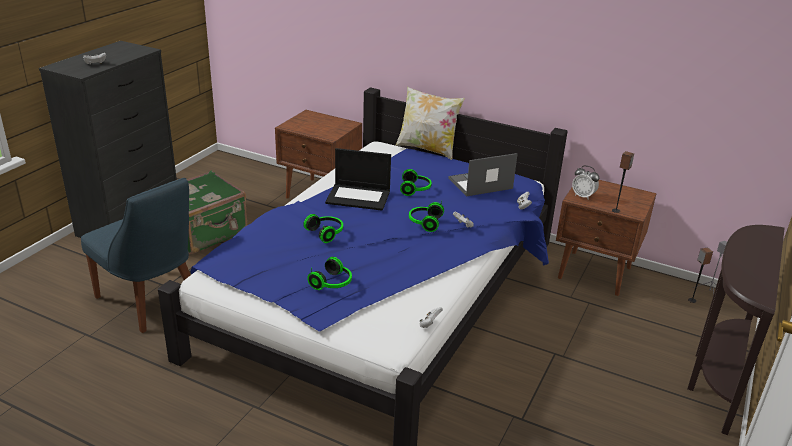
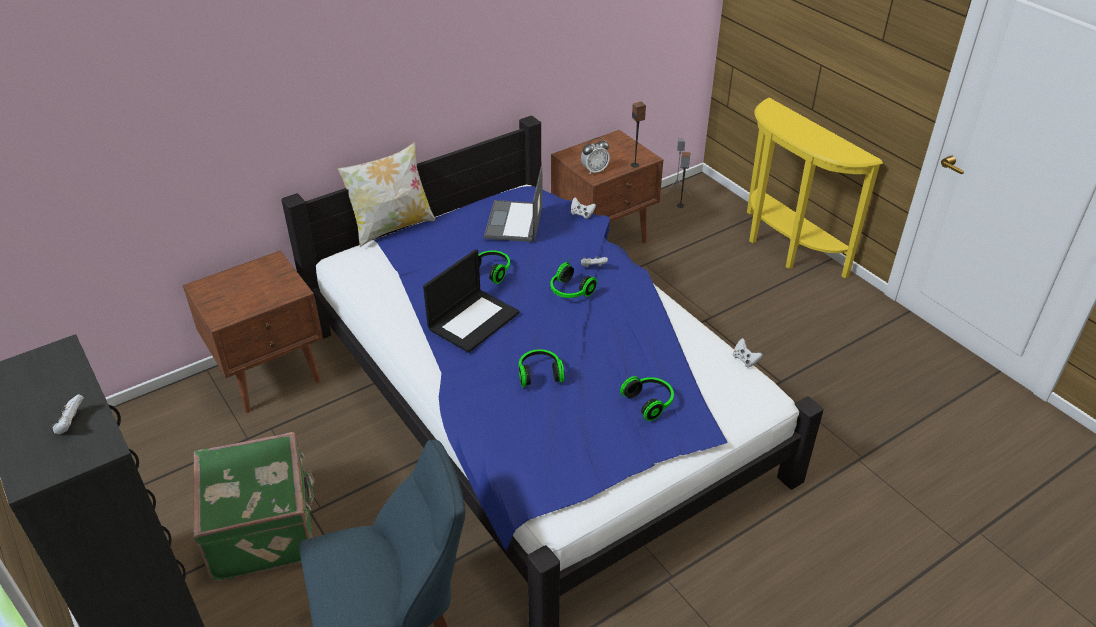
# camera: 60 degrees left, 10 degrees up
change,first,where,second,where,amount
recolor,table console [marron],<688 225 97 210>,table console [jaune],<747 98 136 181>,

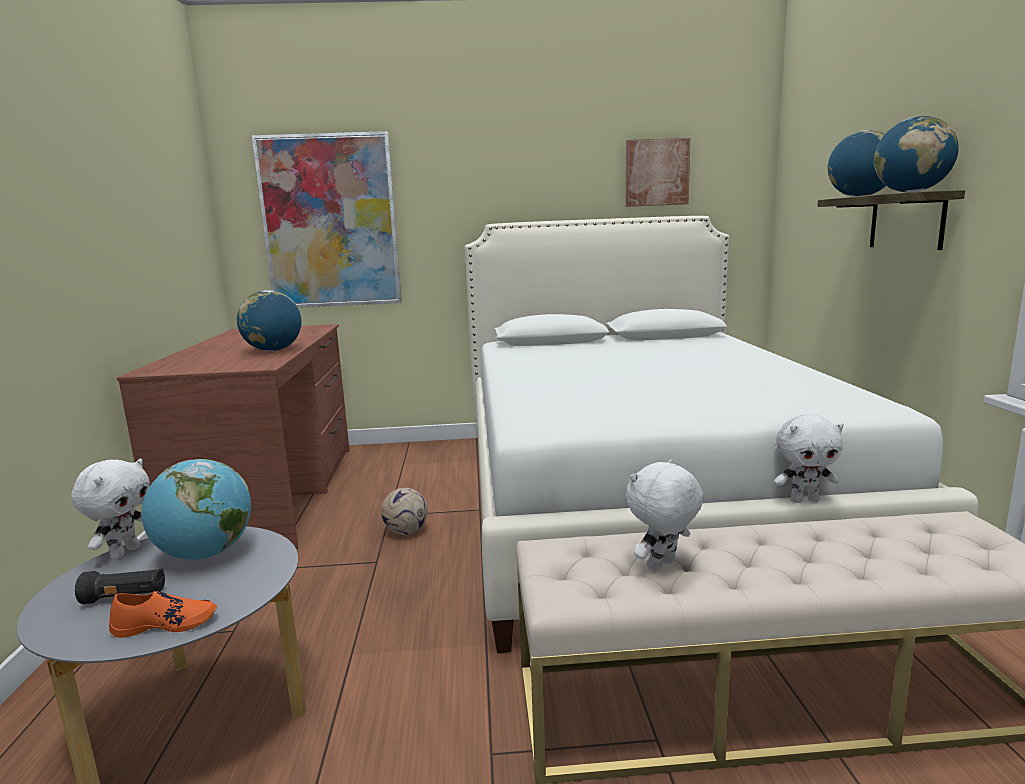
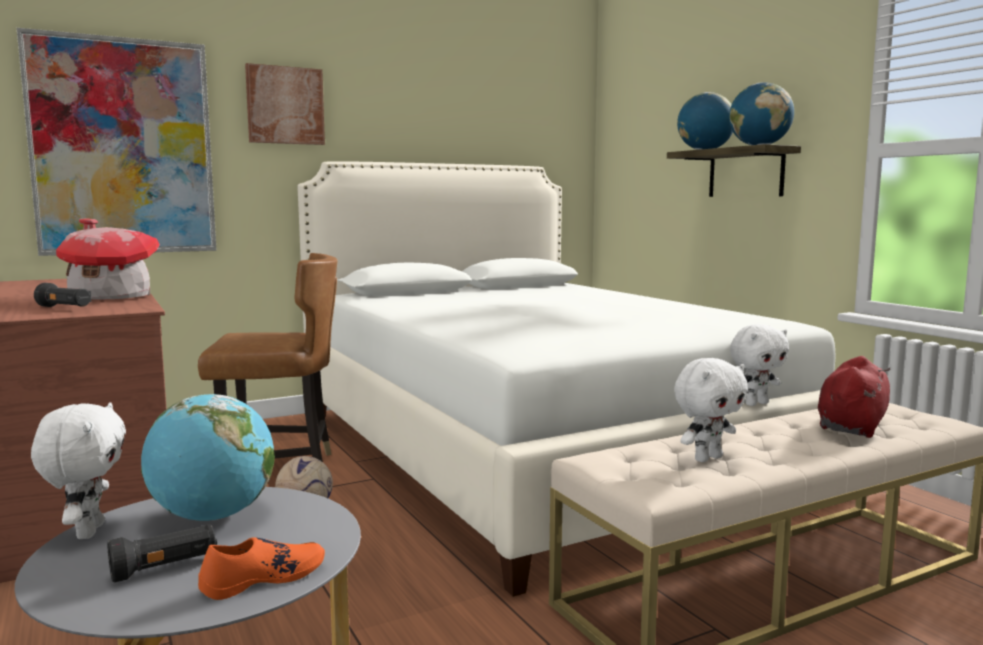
# camera: 25 degrees left, 5 degrees down
change,first,where,second,where,amount
replace,globe,<237 290 65 61>,maison miniature,<56 218 104 81>,
move,tableau,<626 138 64 69>,,<245 63 80 82>,
rotate,peluche [blanc],<626 459 78 113>,,<674 358 74 104>,150 degrees counterclockwise
insert,,,lampe de poche [noir],<34 283 57 24>,
insert,,,chaise [marron],<198 253 140 209>,
insert,,,peluche [rouge],<818 356 73 82>,

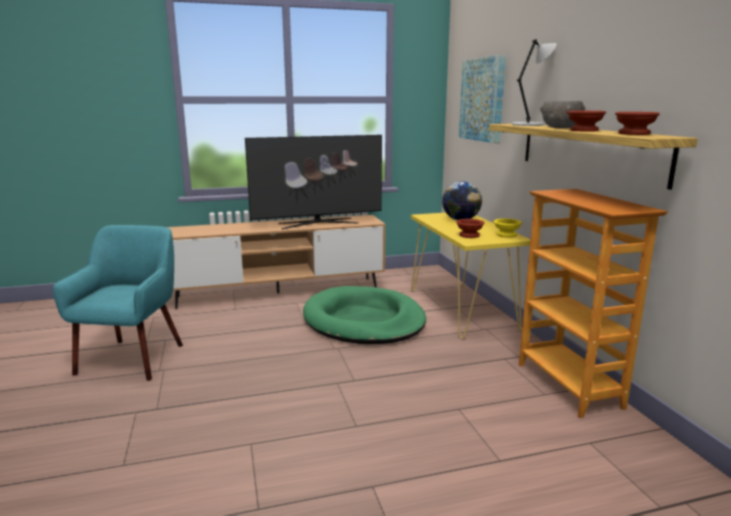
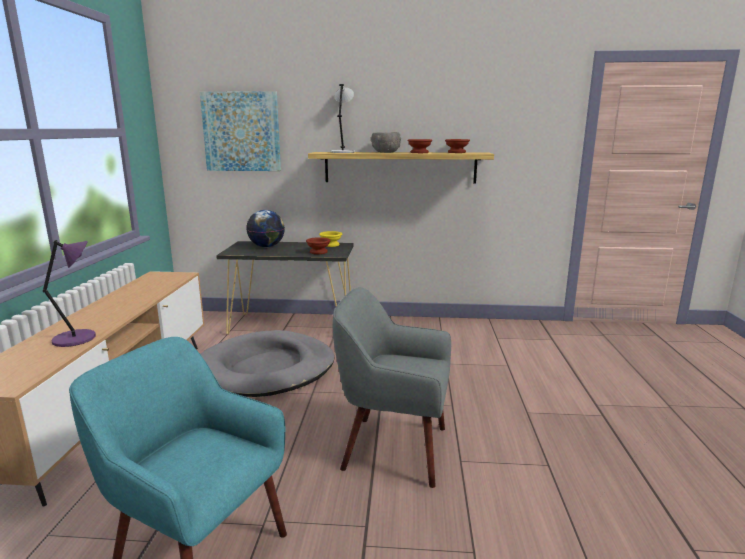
# camera: 70 degrees left, 0 degrees up
change,first,where,second,where,amount
delete,téléviseur,<245 135 137 94>,,,
recolor,panier pour chien [vert],<303 286 123 58>,panier pour chien [gris],<200 330 134 67>,
recolor,table console [jaune],<411 213 120 126>,table console [noir],<216 241 137 94>,
delete,bibliothèque,<519 189 149 229>,,,
insert,,,lampe de table [violet],<43 240 53 107>,
insert,,,fauteuil [gris],<333 287 118 201>,

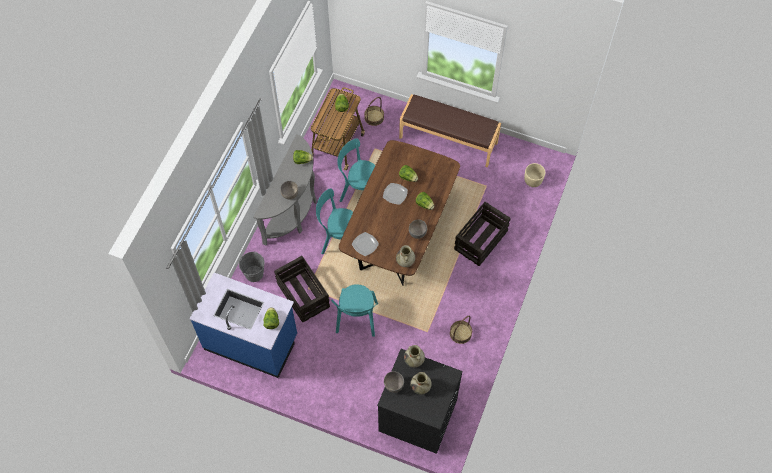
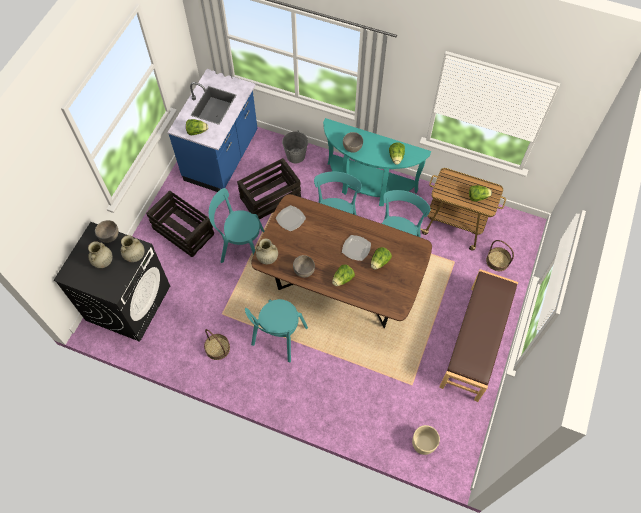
# camera: 90 degrees right, 0 degrees up
change,first,where,second,where,amount
recolor,table console [gris],<253 134 64 112>,table console [turquoise],<323 118 108 88>,
move,caisse,<454 202 57 64>,,<146 191 68 66>,
insert,,,chaise [turquoise],<245 299 63 64>,

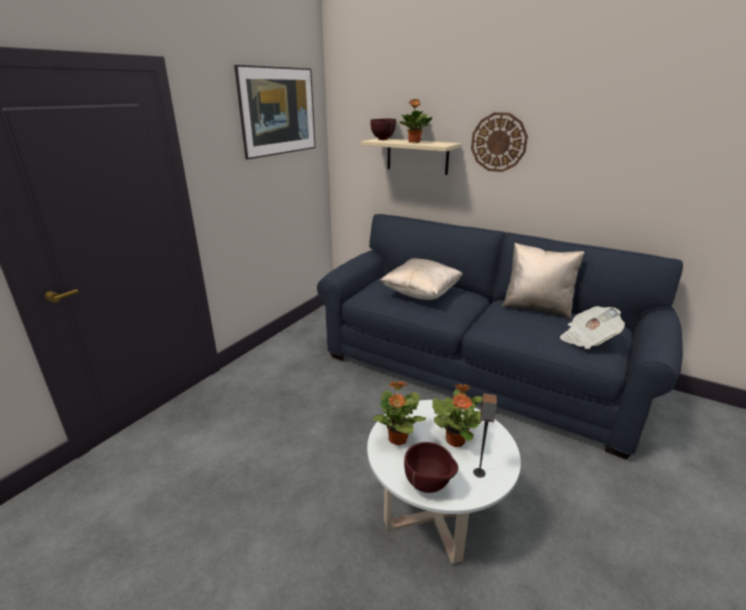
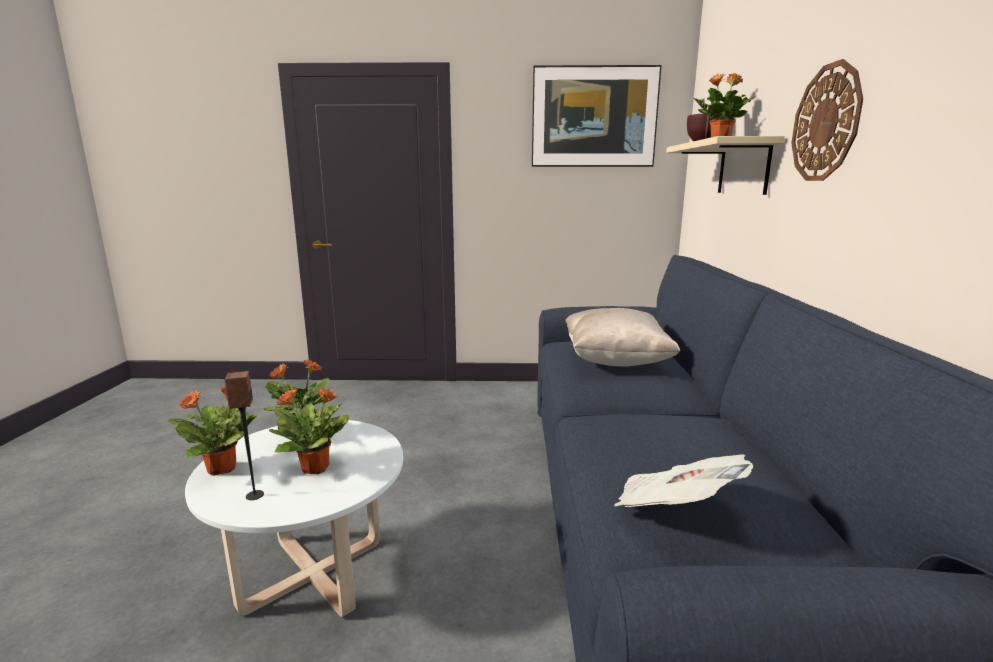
# camera: 60 degrees right, 10 degrees down
change,first,where,second,where,amount
replace,bol [marron],<404 442 54 51>,plante en pot,<167 385 91 91>,
delete,coussin [beige],<502 243 83 76>,,,

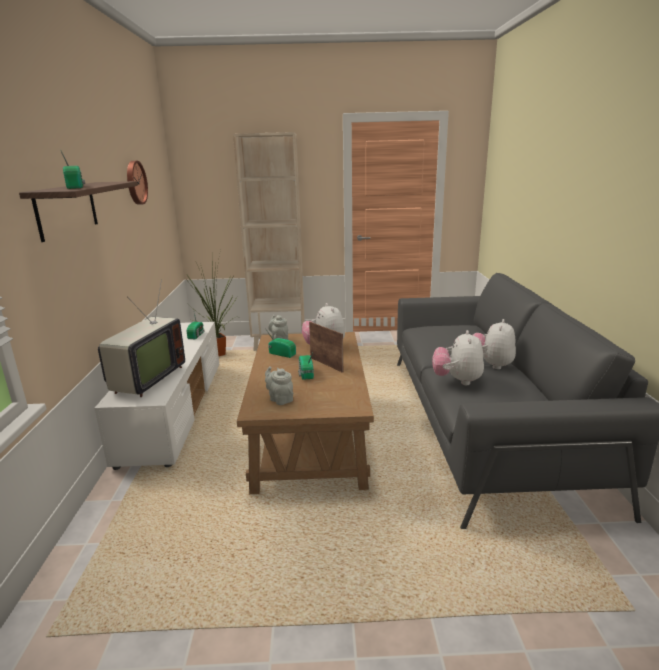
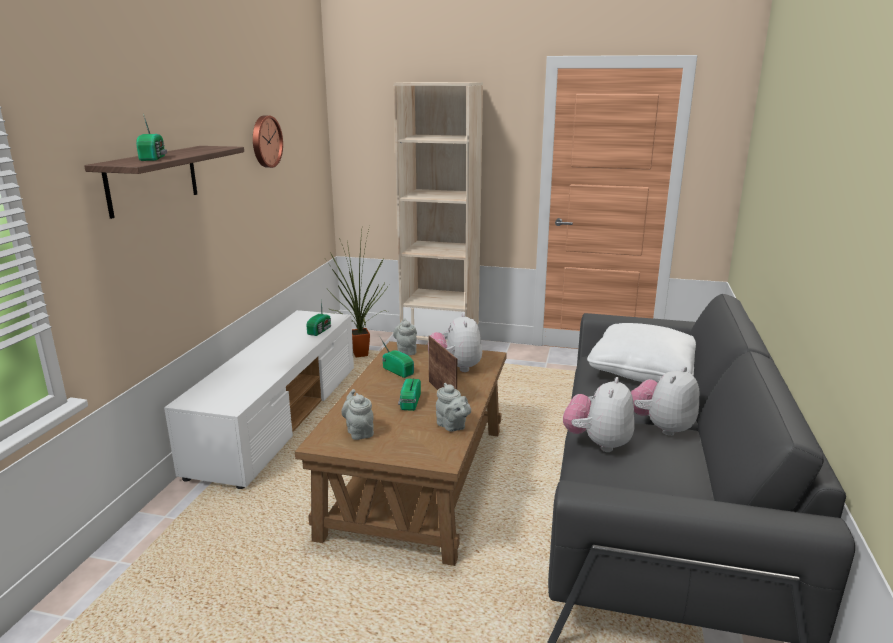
# camera: 15 degrees right, 0 degrees up
change,first,where,second,where,amount
delete,téléviseur,<98 279 87 118>,,,
insert,,,théière [gris],<436 383 35 49>,
insert,,,coussin [blanc],<587 323 109 60>,

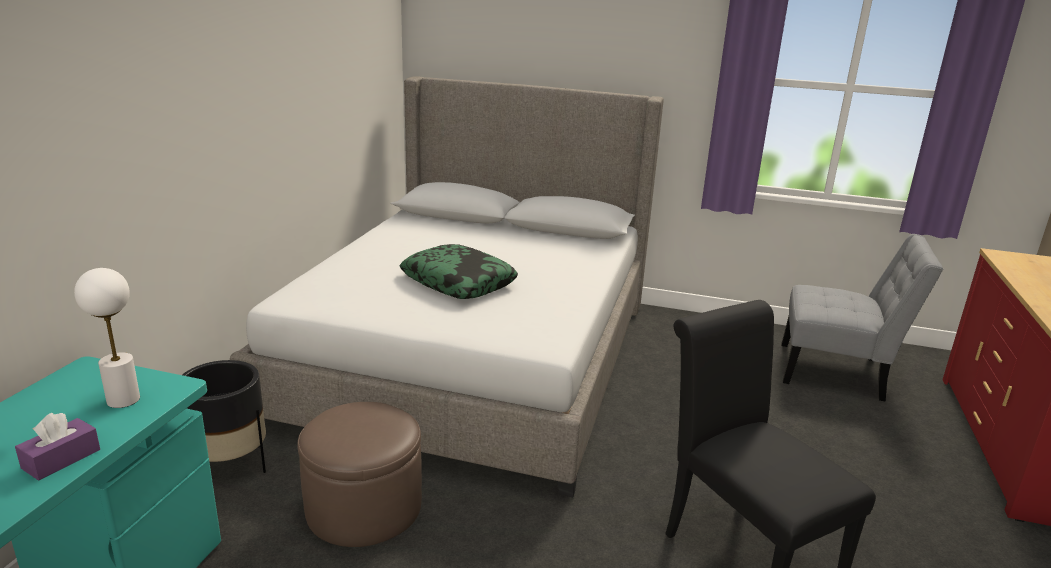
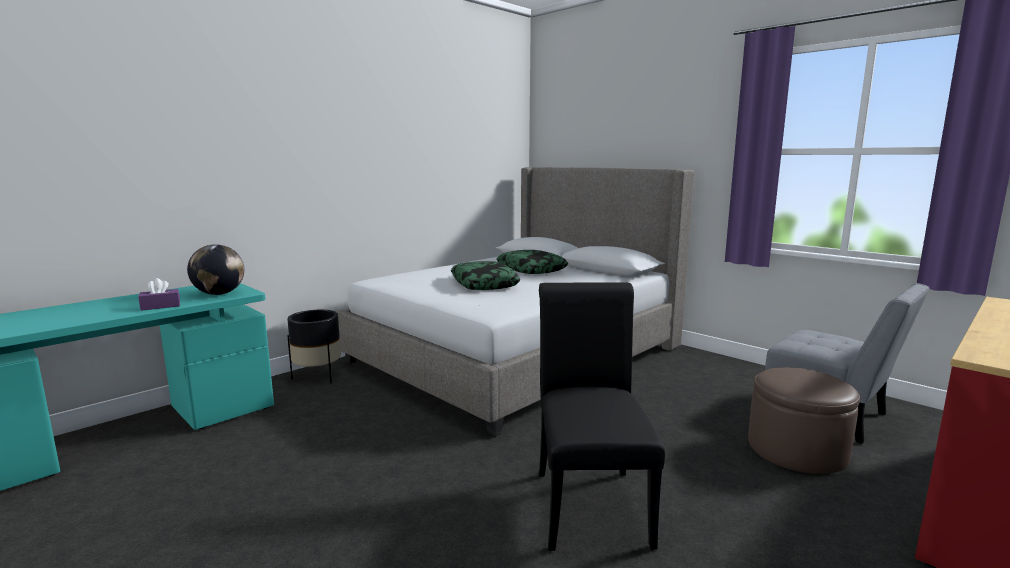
# camera: 30 degrees right, 10 degrees down
change,first,where,second,where,amount
replace,lampe de table [blanc],<74 268 66 140>,globe,<187 244 57 51>,
move,pouf [marron],<298 402 124 145>,,<748 367 112 107>,
insert,,,coussin,<497 250 71 24>,

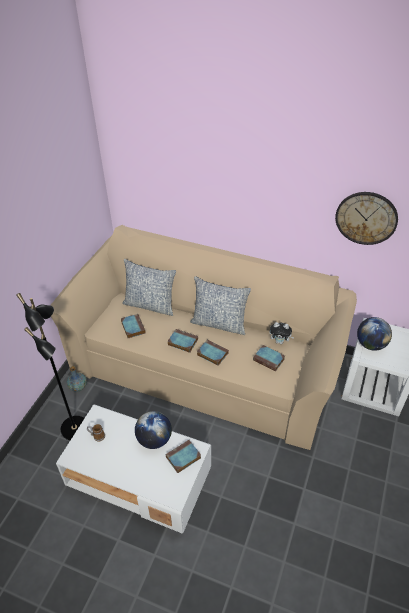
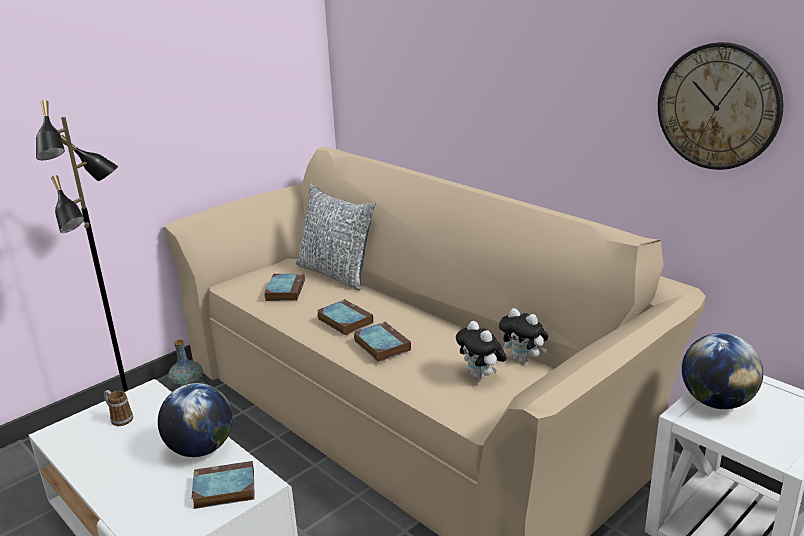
# camera: 25 degrees right, 20 degrees down
change,first,where,second,where,amount
delete,coussin,<190 276 61 59>,,,
replace,livre,<253 345 32 27>,peluche,<456 321 51 59>,

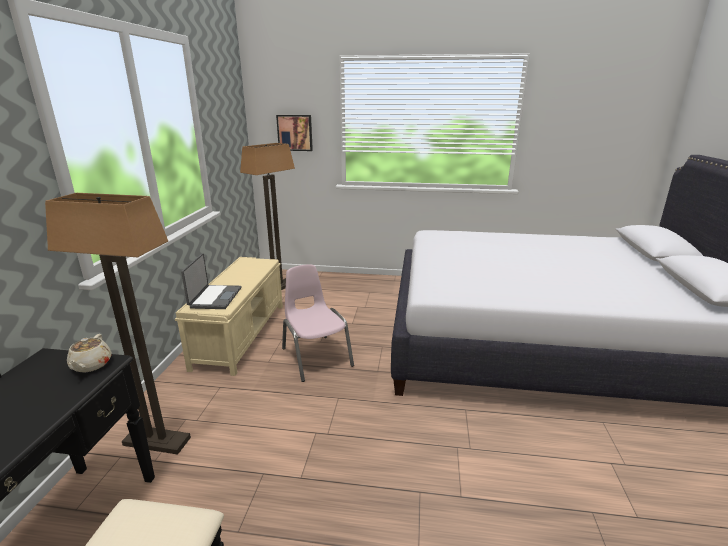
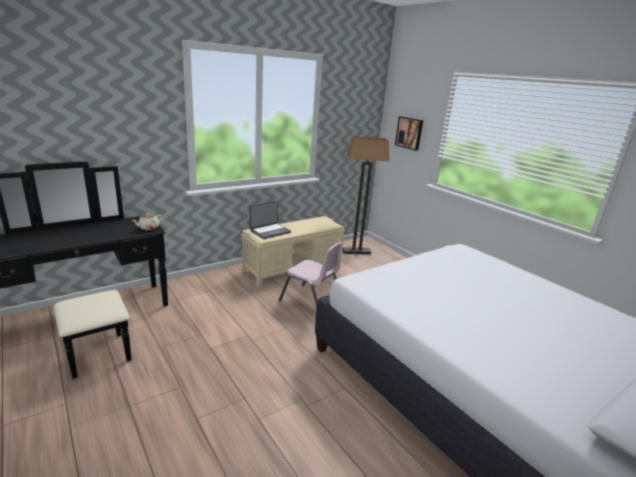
# camera: 45 degrees right, 0 degrees up
change,first,where,second,where,amount
delete,lampadaire,<45 193 146 262>,,,
rotate,chaise [rose],<282 264 72 118>,,<279 242 64 65>,105 degrees clockwise

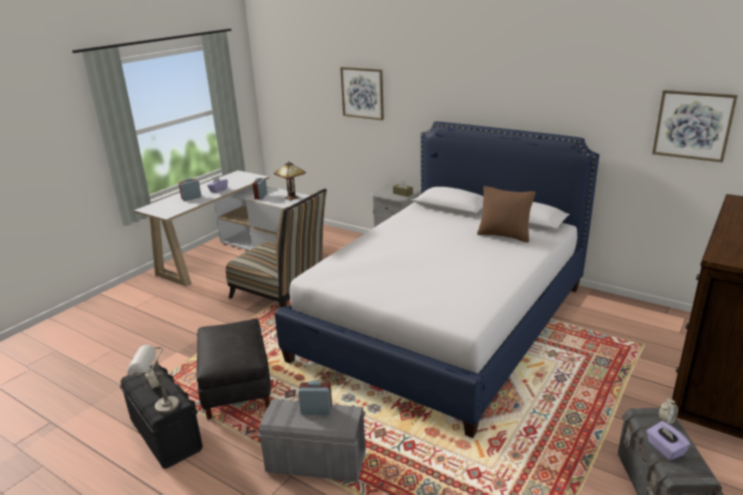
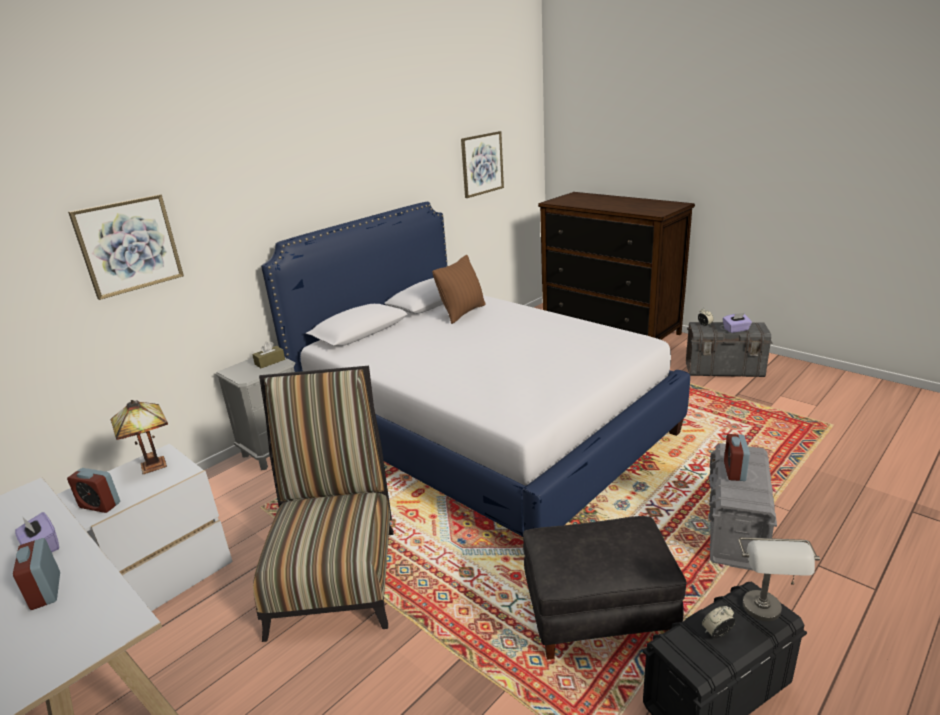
# camera: 80 degrees left, 0 degrees up
change,first,where,second,where,amount
rotate,chaise,<226 189 101 119>,,<253 366 141 276>,45 degrees counterclockwise

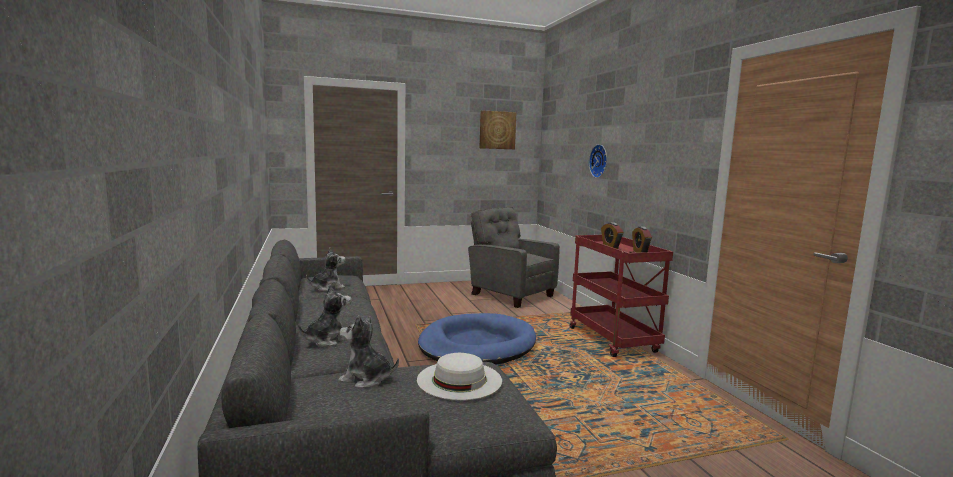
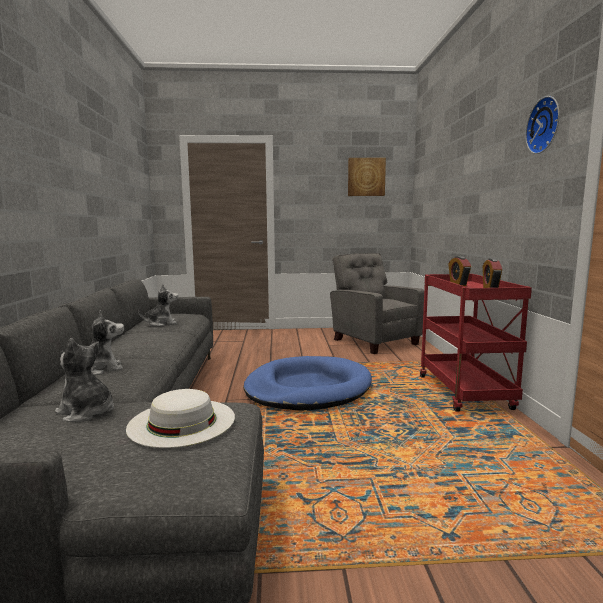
# camera: 15 degrees right, 0 degrees up
change,first,where,second,where,amount
move,horloge murale,<589 144 18 34>,,<525 96 35 58>,

